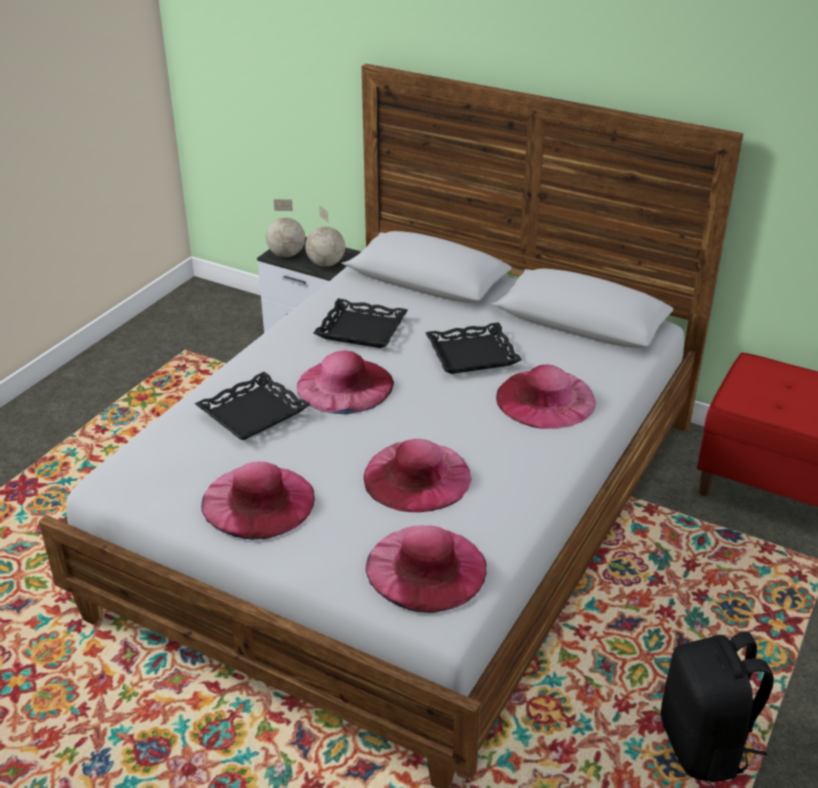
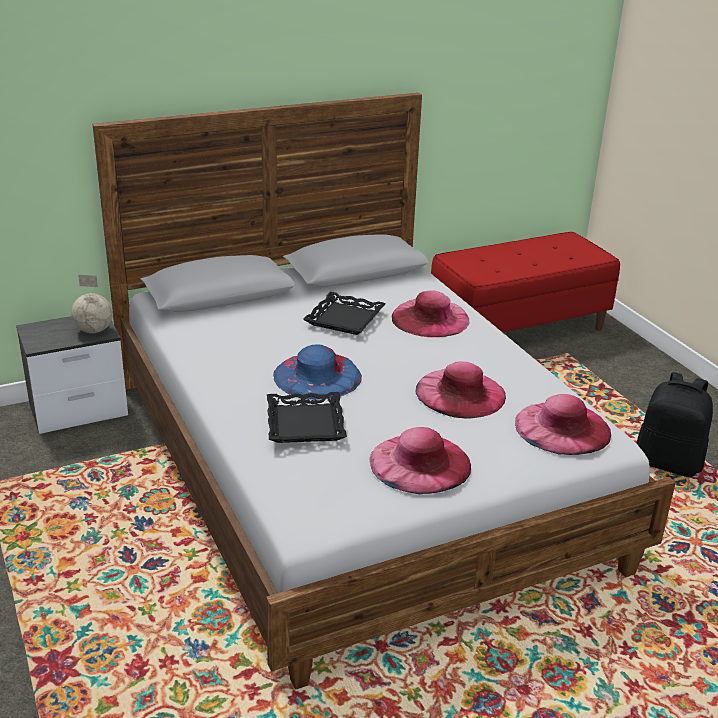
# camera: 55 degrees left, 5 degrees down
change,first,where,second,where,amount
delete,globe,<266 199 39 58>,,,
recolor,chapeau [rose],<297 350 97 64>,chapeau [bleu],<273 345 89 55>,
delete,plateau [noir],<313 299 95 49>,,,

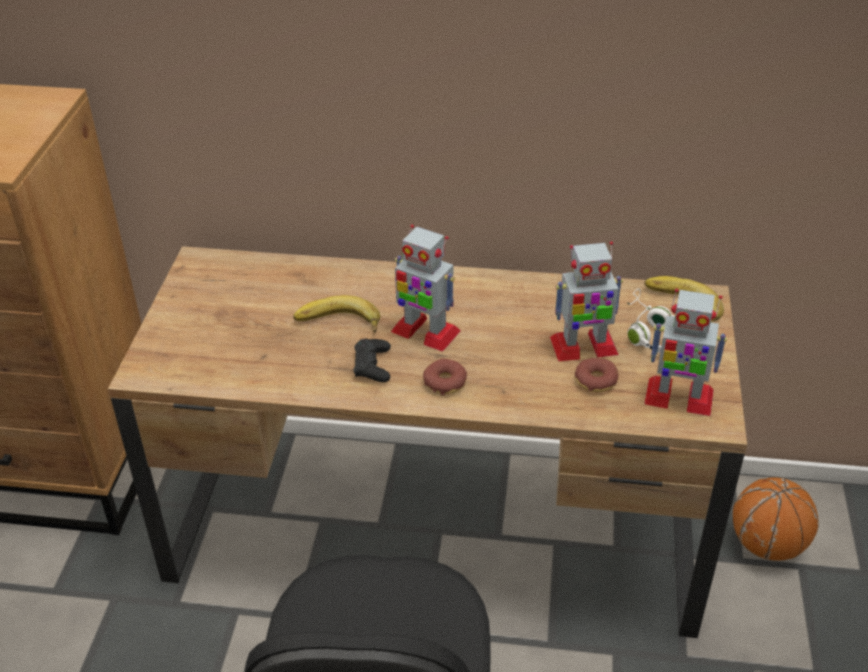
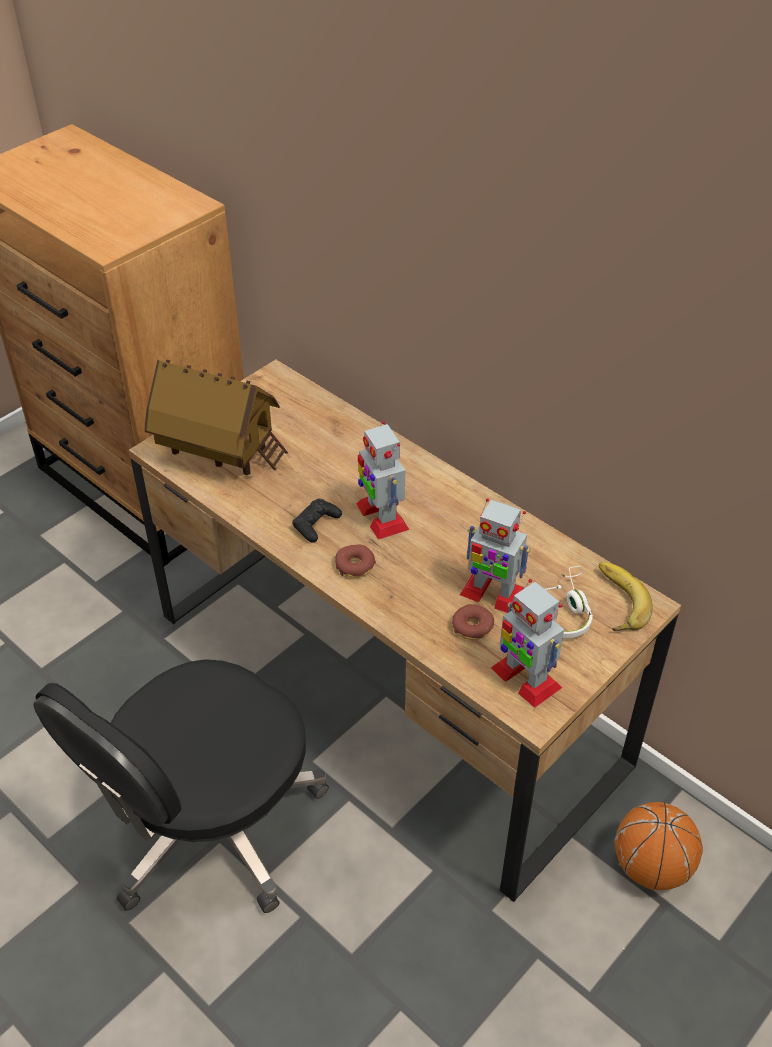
# camera: 35 degrees right, 5 degrees up
change,first,where,second,where,amount
delete,banane,<293 295 87 38>,,,
insert,,,maison miniature,<144 360 144 115>,

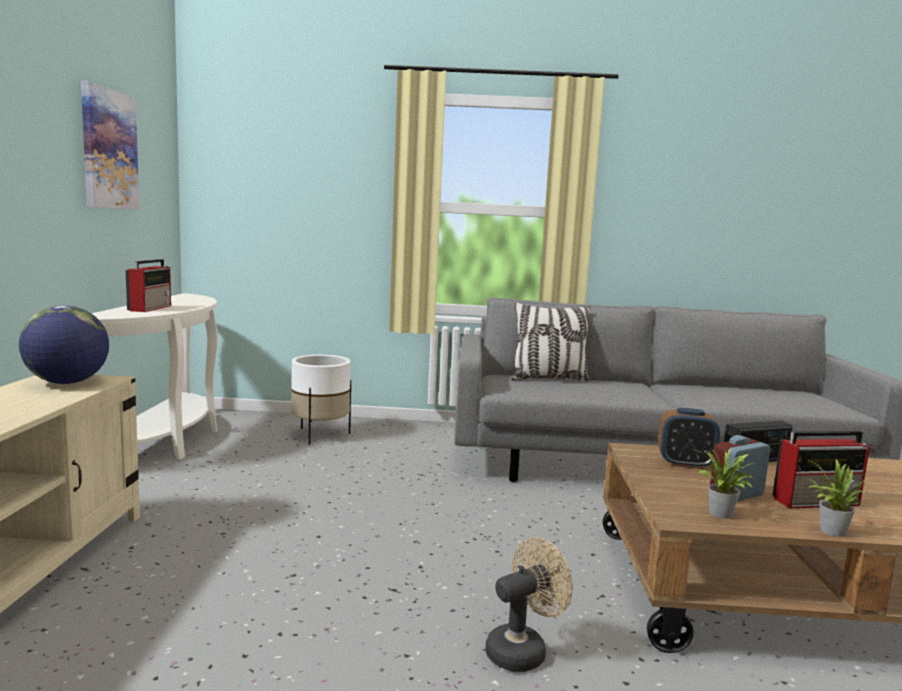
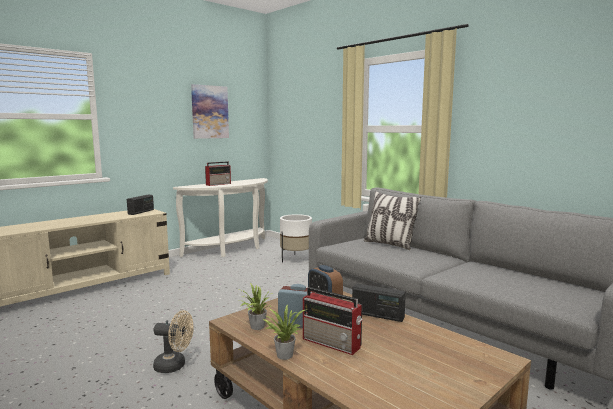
# camera: 45 degrees right, 0 degrees up
change,first,where,second,where,amount
replace,globe,<19 305 90 79>,radio,<127 195 27 20>,

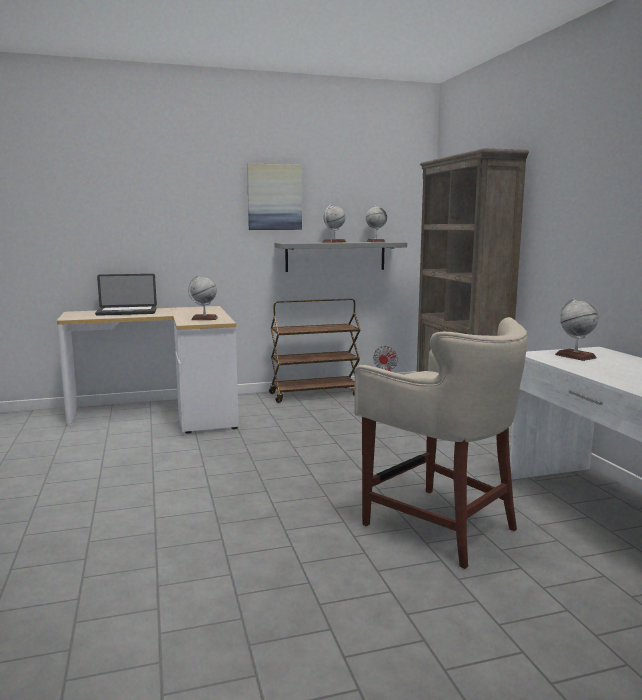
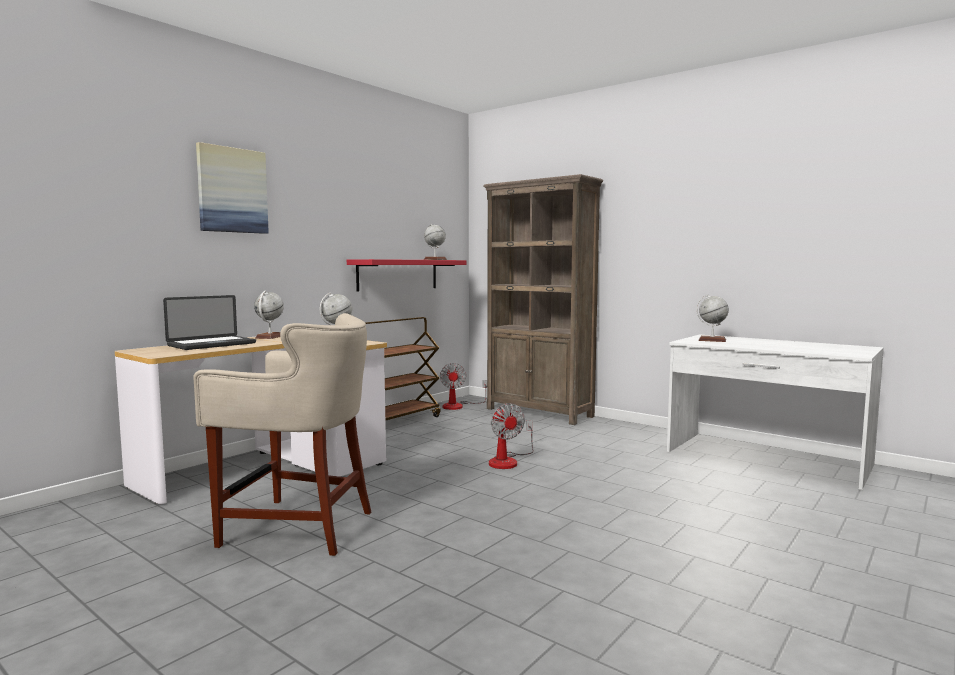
# camera: 35 degrees left, 5 degrees down
change,first,where,second,where,amount
move,tableau,<247 163 55 67>,,<196 142 73 92>,
recolor,étagère [gris],<275 242 132 30>,étagère [rouge],<347 259 119 33>,
move,globe,<323 205 23 38>,,<254 291 30 48>,
move,tabouret [beige],<354 317 173 252>,,<193 313 179 243>,
insert,,,ventilateur,<489 403 45 66>,

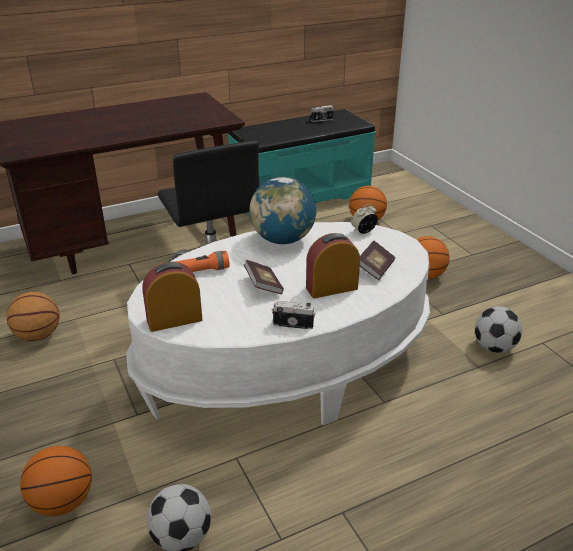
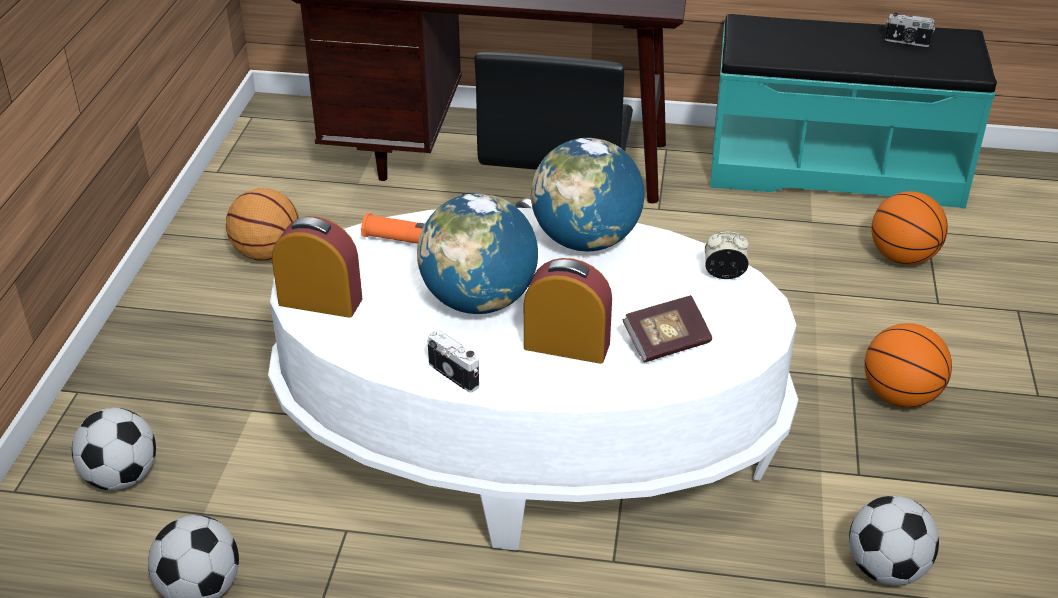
# camera: 35 degrees right, 5 degrees up
change,first,where,second,where,amount
replace,ballon de basket,<20 446 72 70>,ballon de foot,<72 408 84 82>,
replace,livre,<244 260 40 34>,globe,<417 193 121 121>,

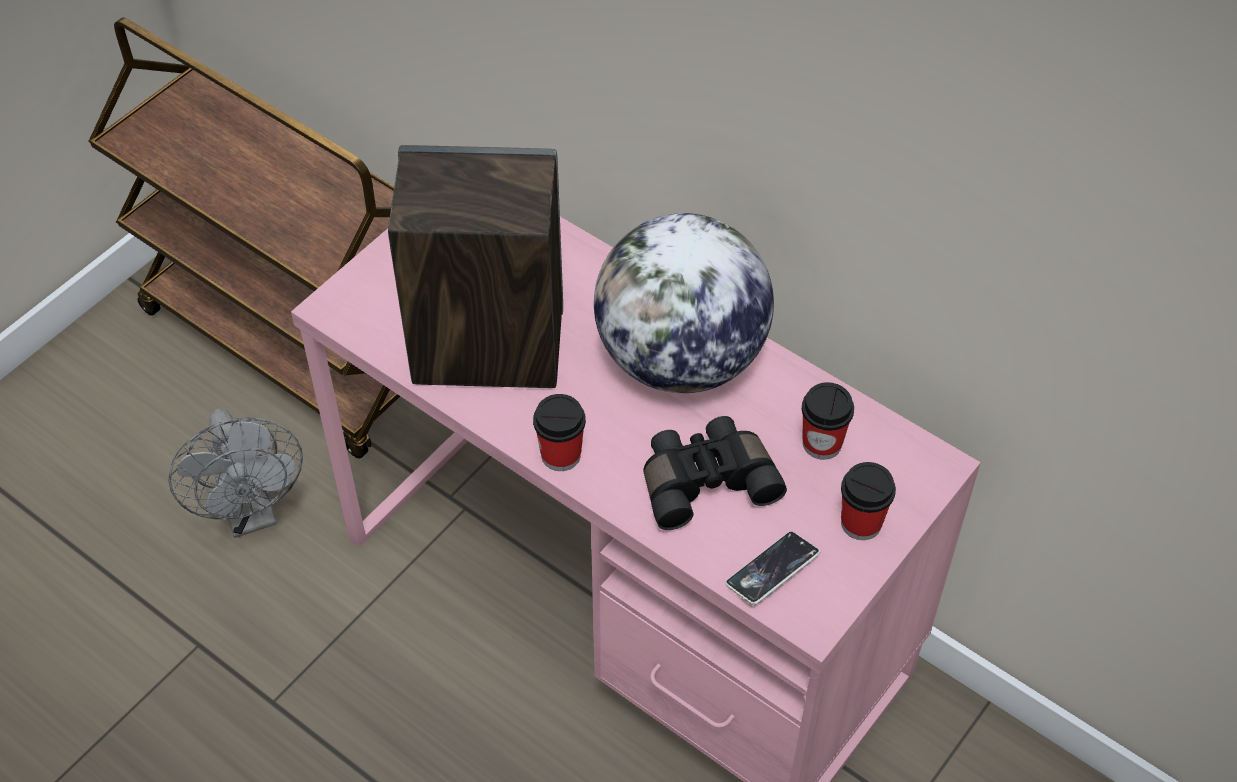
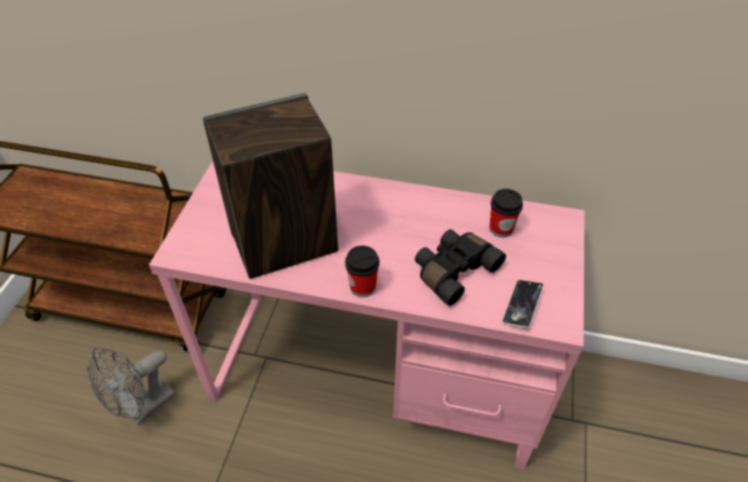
# camera: 25 degrees left, 5 degrees down
change,first,where,second,where,amount
rotate,ventilateur [gris],<168 408 135 130>,,<87 347 89 78>,90 degrees clockwise
delete,globe,<594 213 180 180>,,,
delete,tasse,<841 462 55 78>,,,

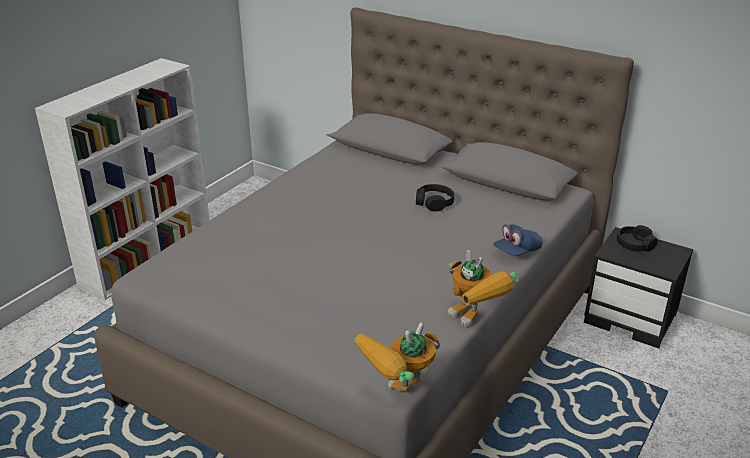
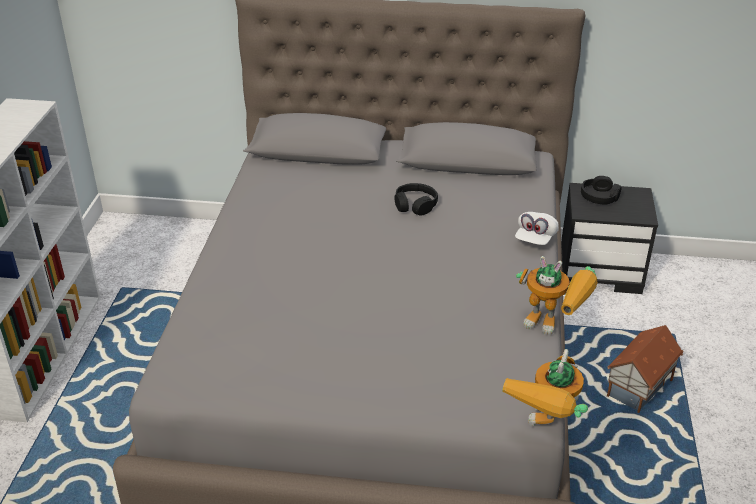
# camera: 25 degrees left, 5 degrees up
change,first,where,second,where,amount
recolor,casquette [bleu],<493 224 50 32>,casquette [blanc],<515 212 44 33>,
insert,,,maison miniature,<607 325 77 88>,

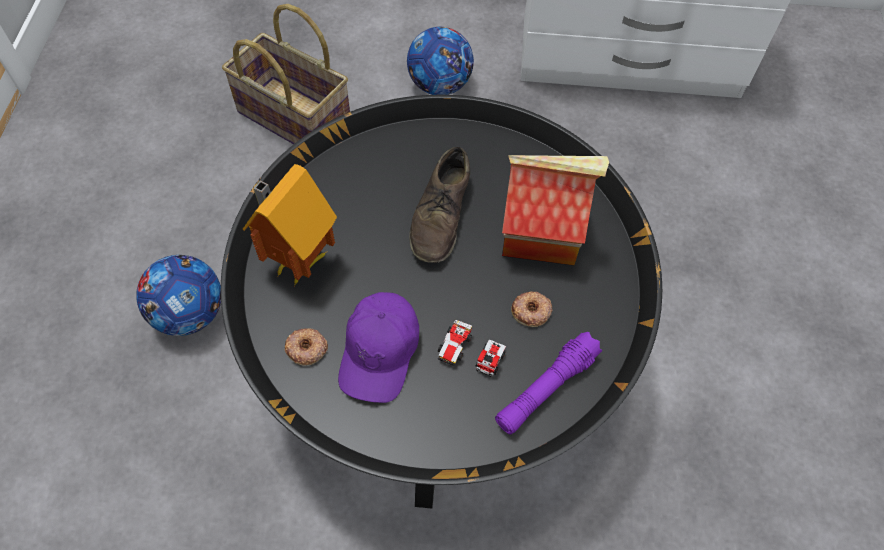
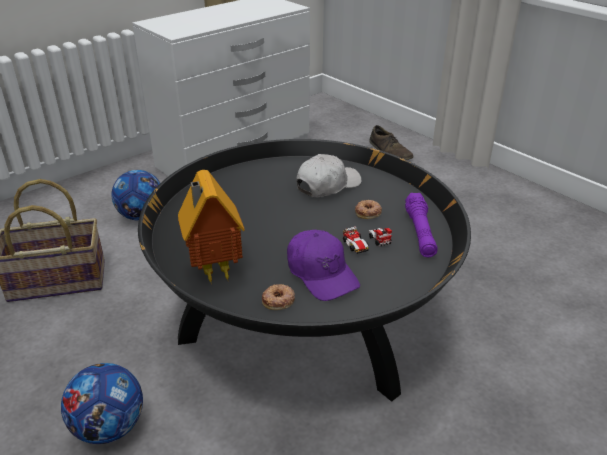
# camera: 45 degrees left, 25 degrees down
change,first,where,second,where,amount
move,chaussure [marron],<409 147 61 116>,,<369 125 45 35>,
replace,maison miniature,<502 155 107 110>,casquette [blanc],<296 154 66 43>,

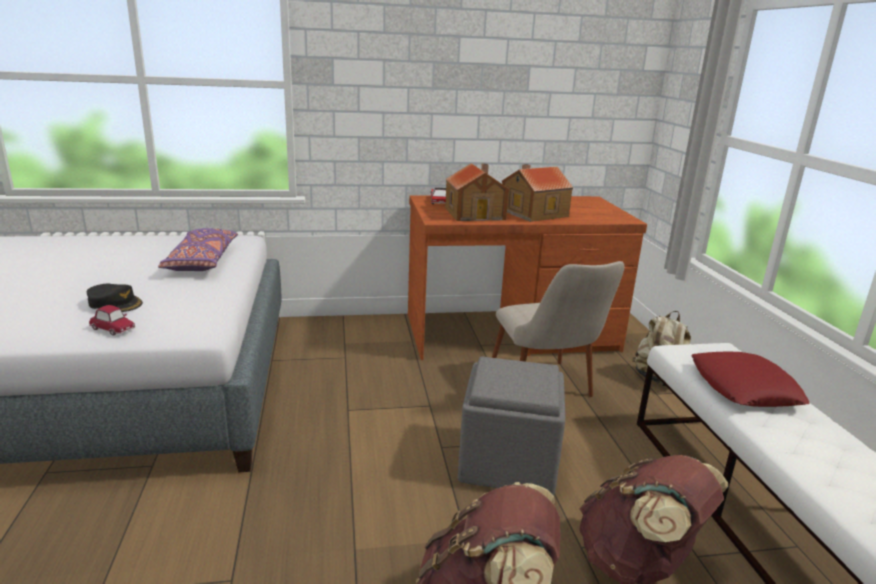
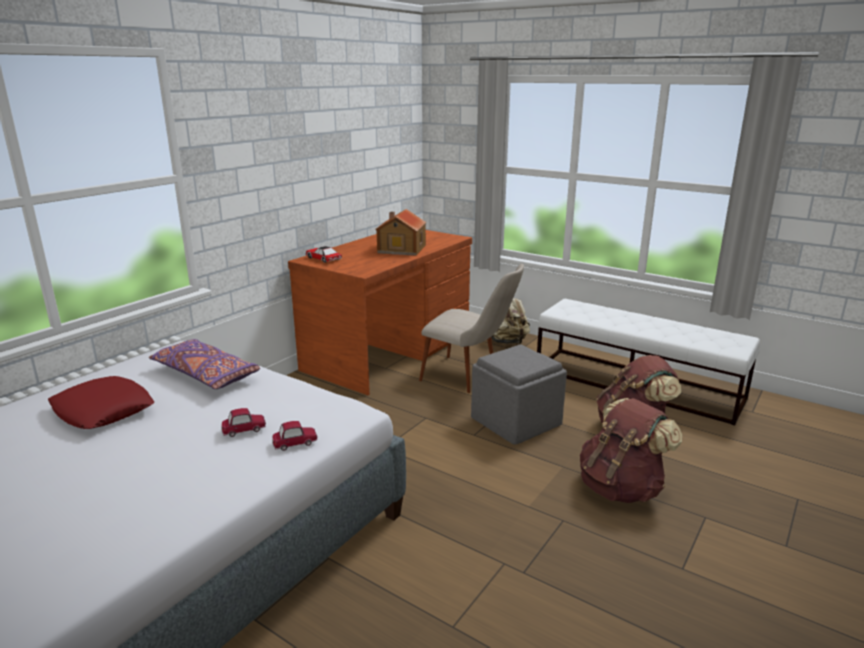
# camera: 45 degrees left, 0 degrees up
change,first,where,second,where,amount
replace,casquette [noir],<86 284 57 28>,petite voiture,<221 408 45 29>,
delete,maison miniature,<445 163 65 58>,,,
move,coussin [rouge],<692 351 118 56>,,<48 376 106 53>,

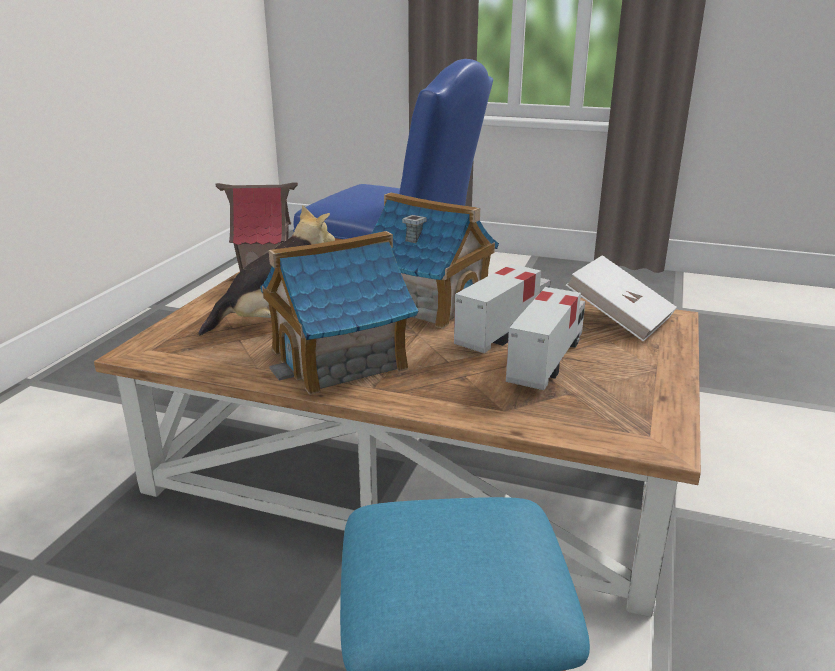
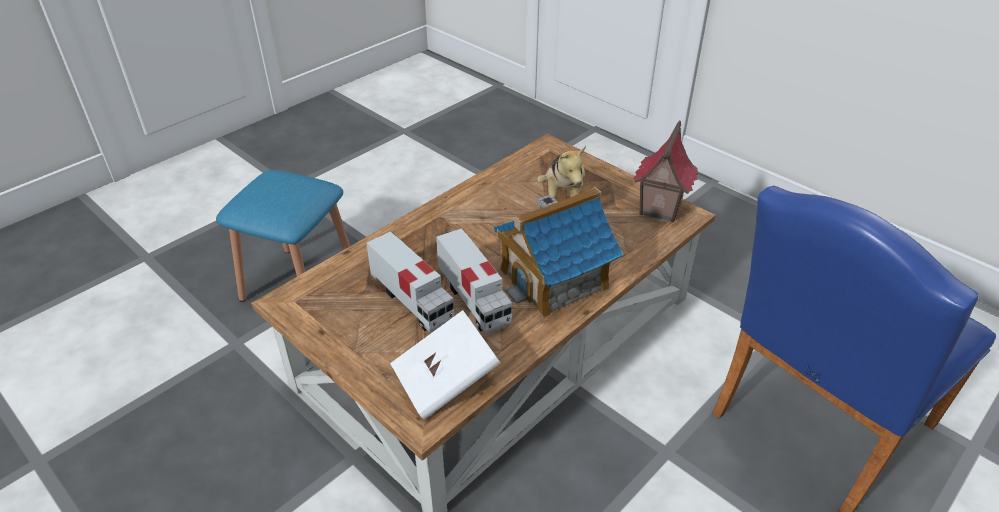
# camera: 115 degrees right, 15 degrees up
change,first,where,second,where,amount
delete,maison miniature,<260 231 158 164>,,,

